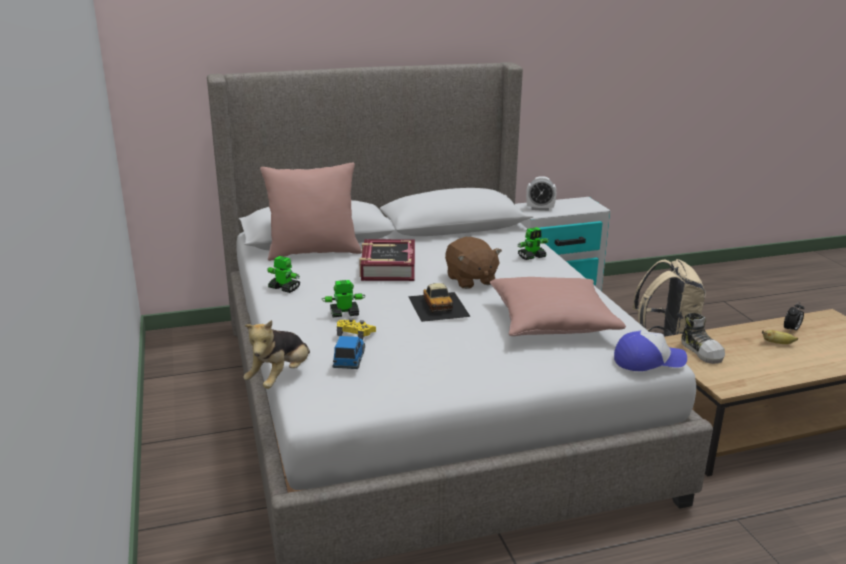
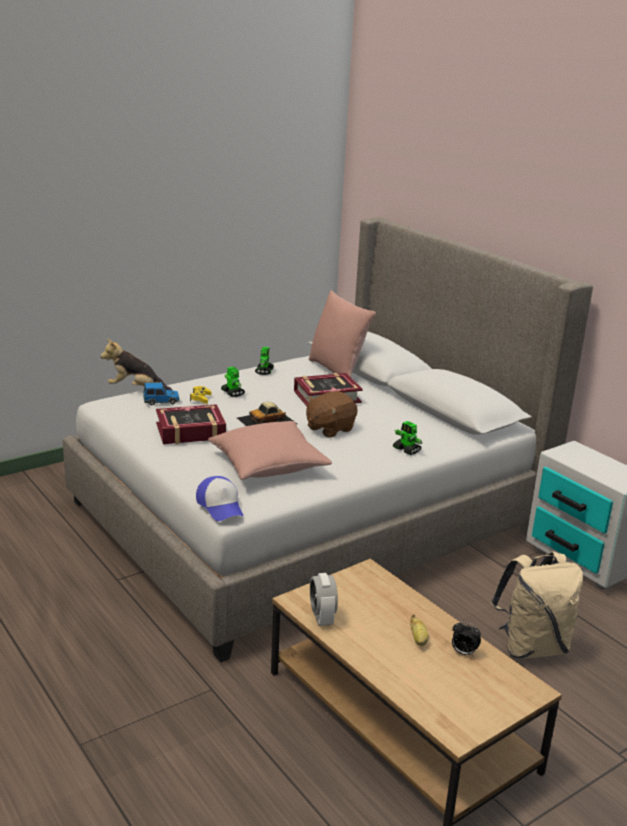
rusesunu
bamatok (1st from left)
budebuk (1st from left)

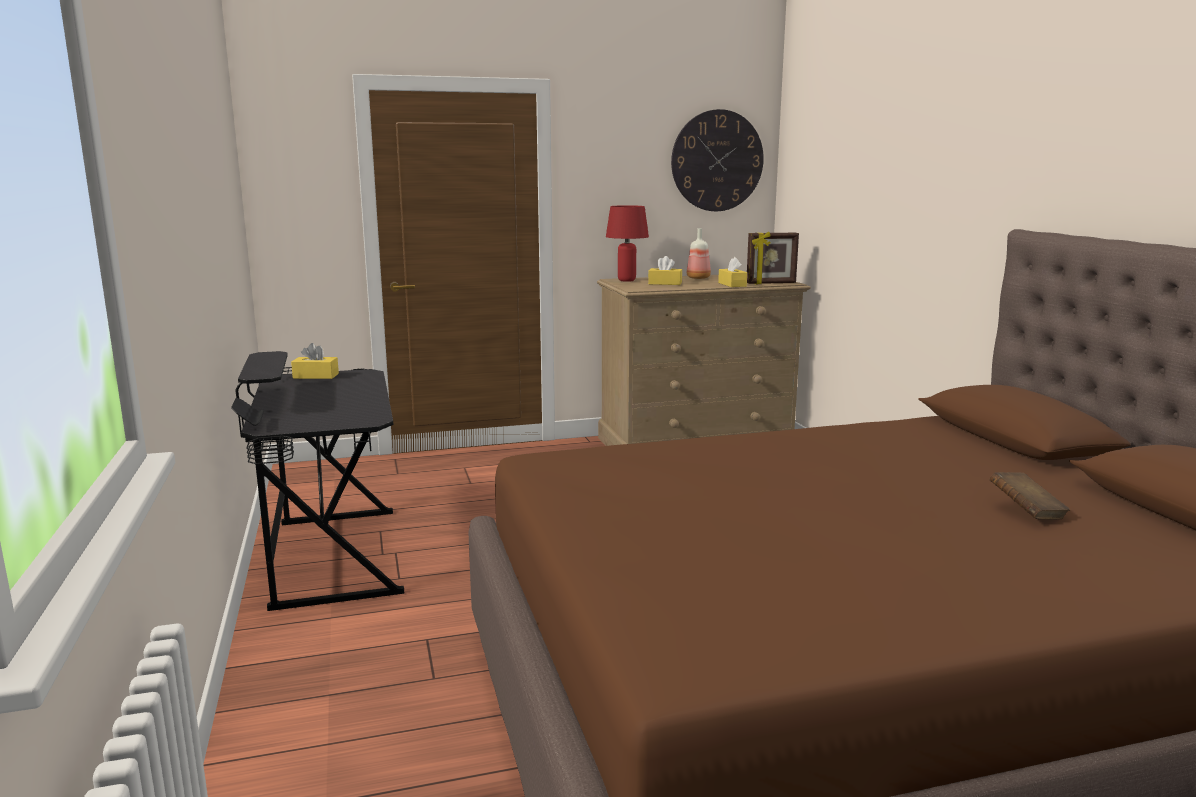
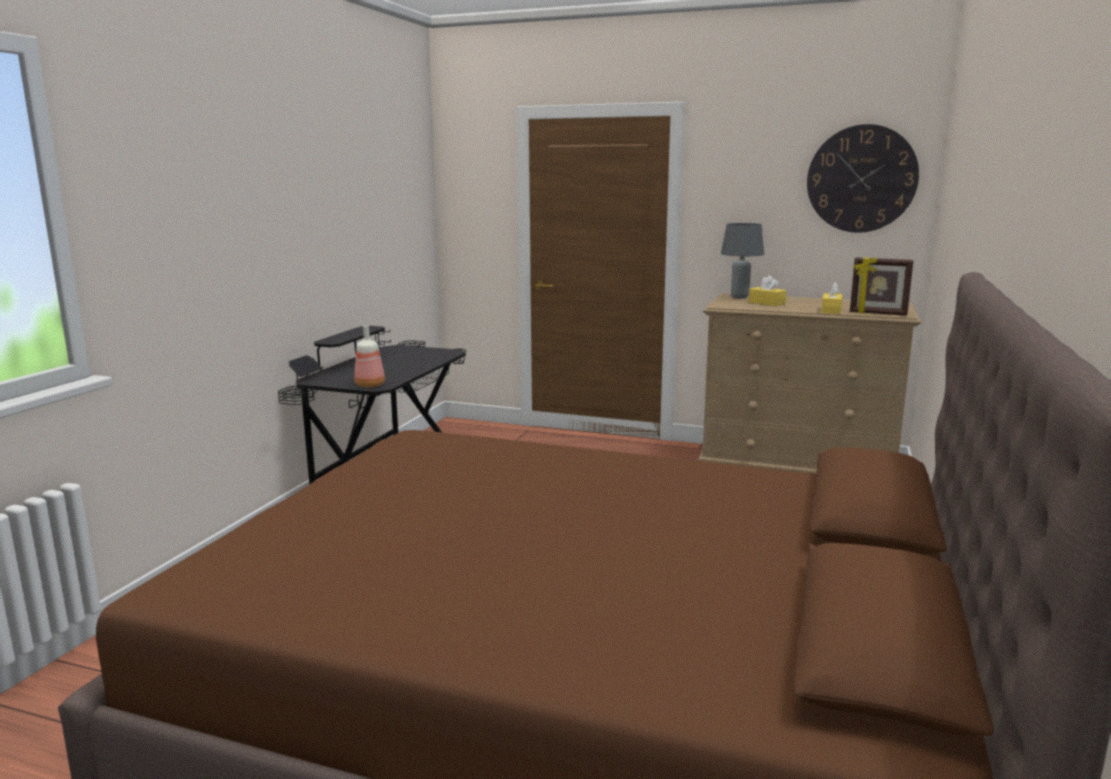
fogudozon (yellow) (1st from left in the first image)
bamatok (brown)
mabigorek
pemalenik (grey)

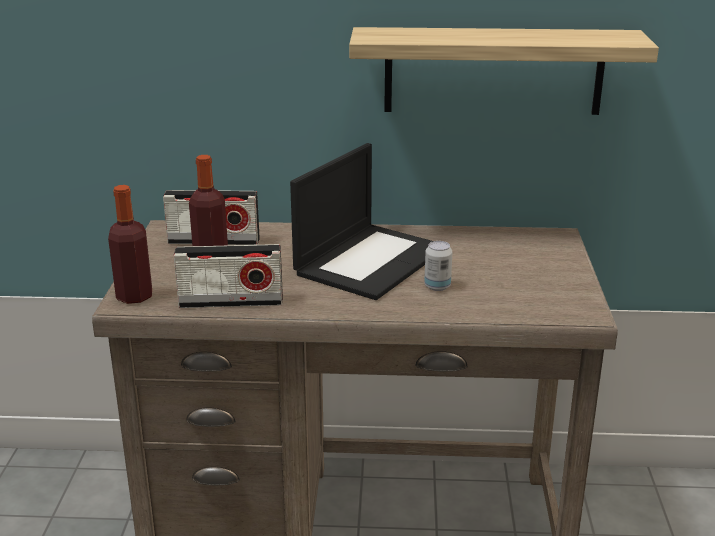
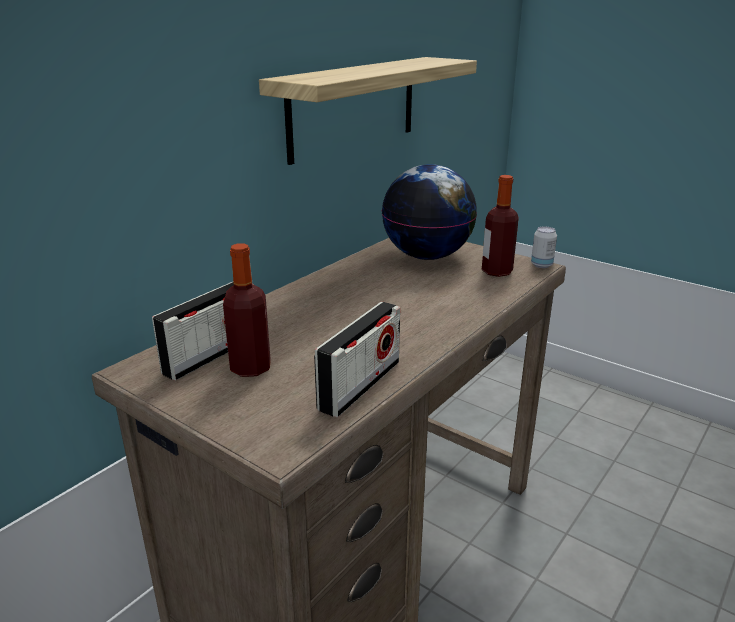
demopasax
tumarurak
mabigorek (2nd from left)
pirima

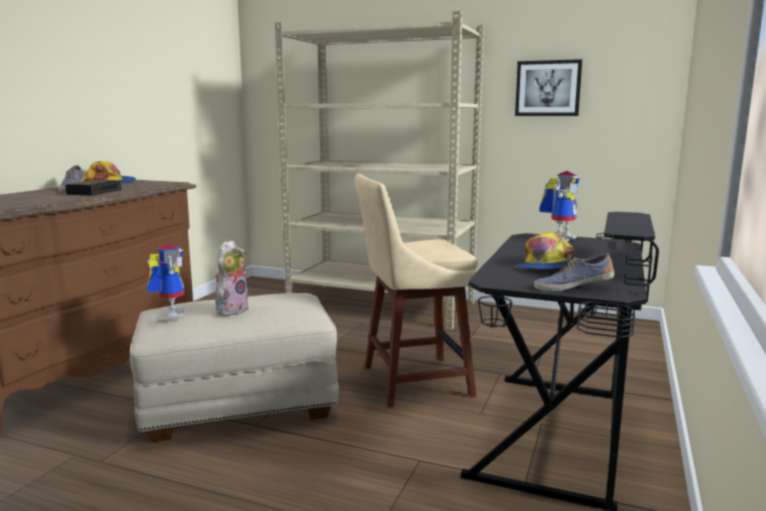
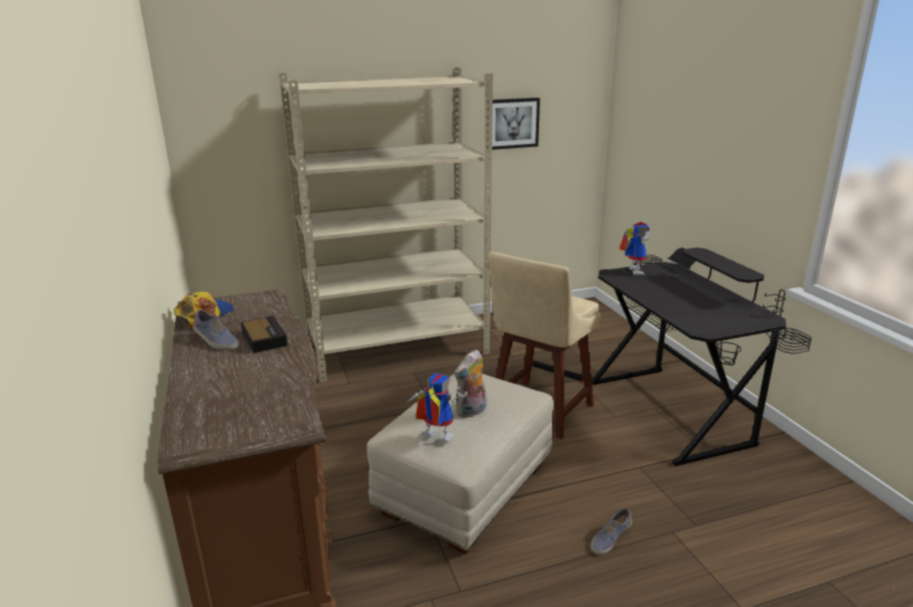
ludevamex (2nd from left in the first image)
rusesunu (2nd from left)
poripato

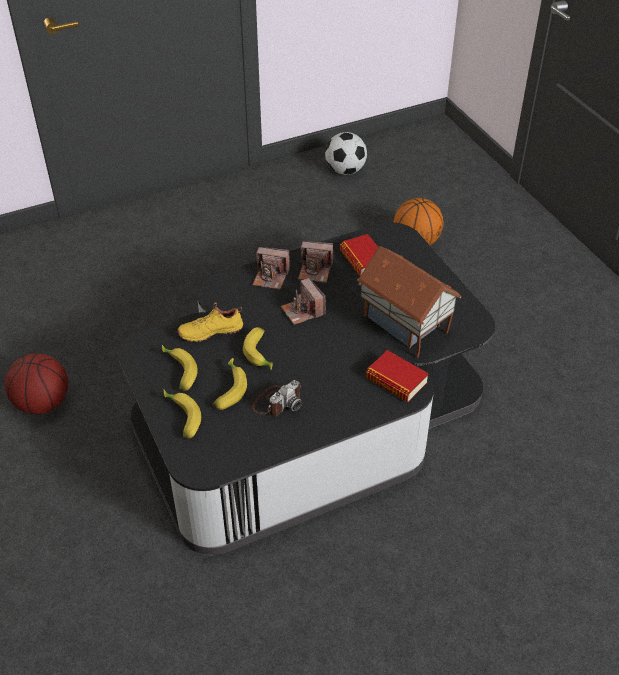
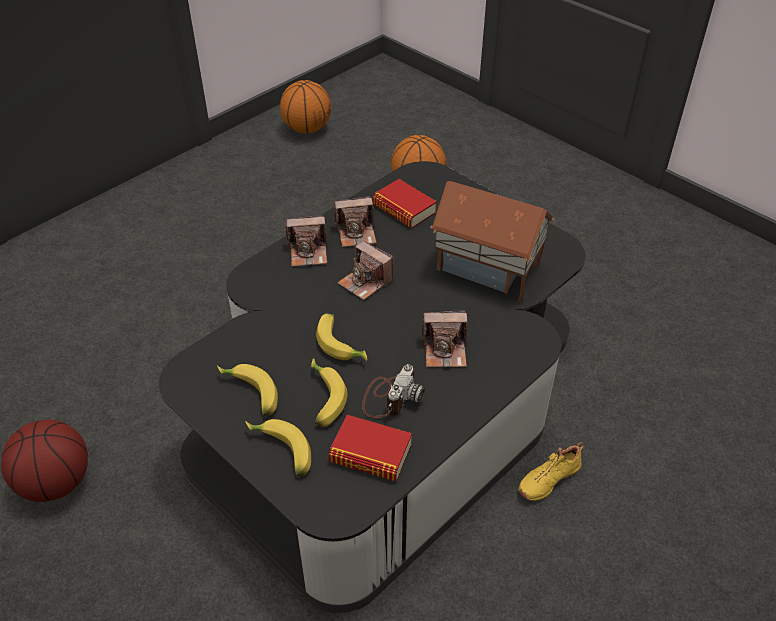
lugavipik (5th from left)
rusesunu (yellow)
bamatok (1st from left)
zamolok (2nd from left)

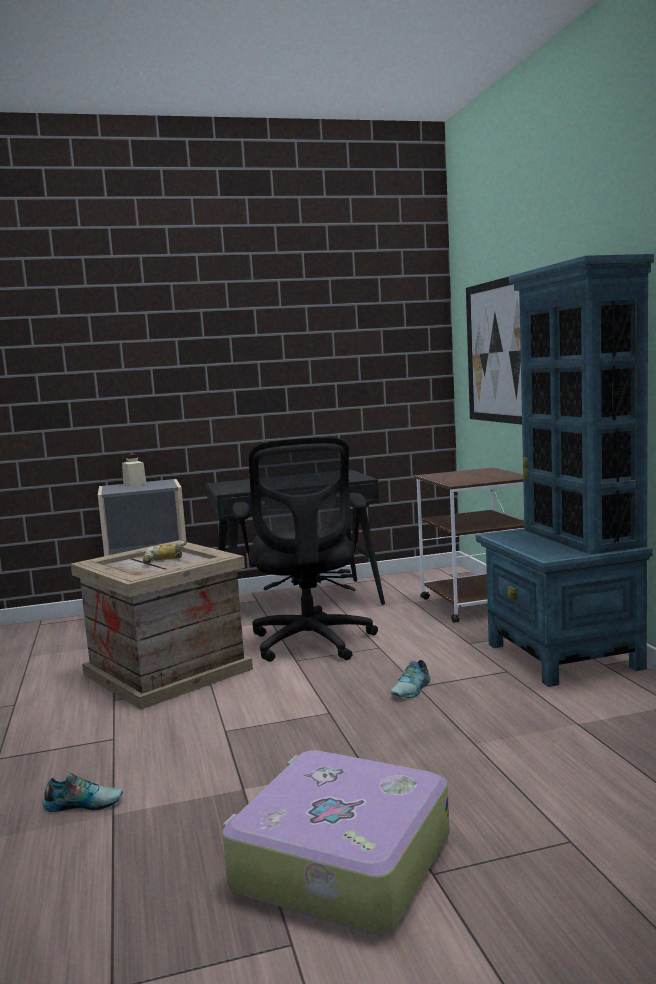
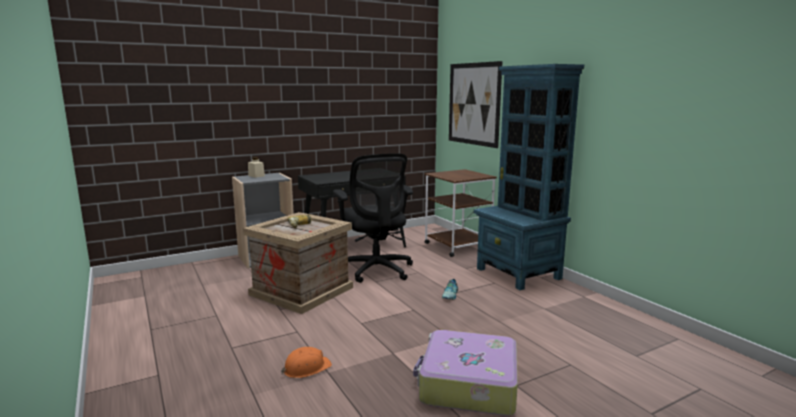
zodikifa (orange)

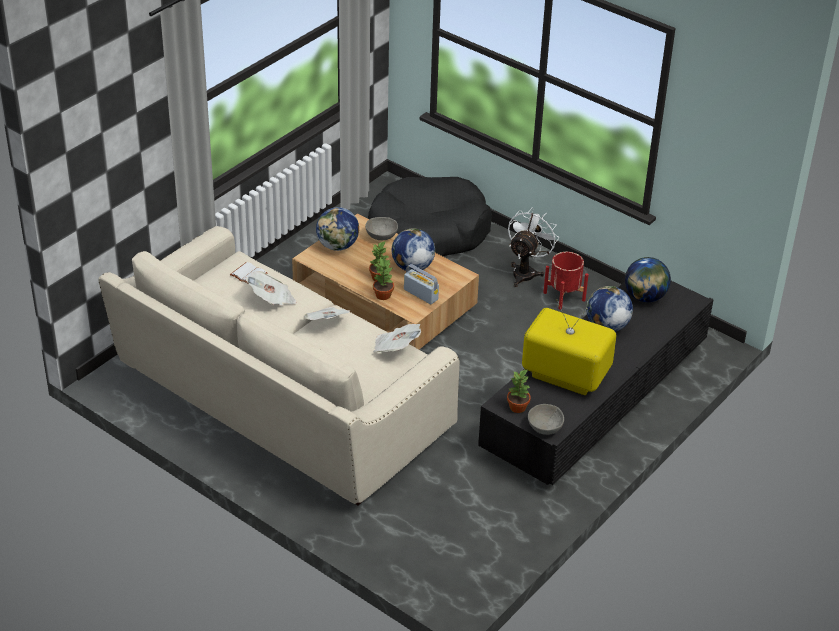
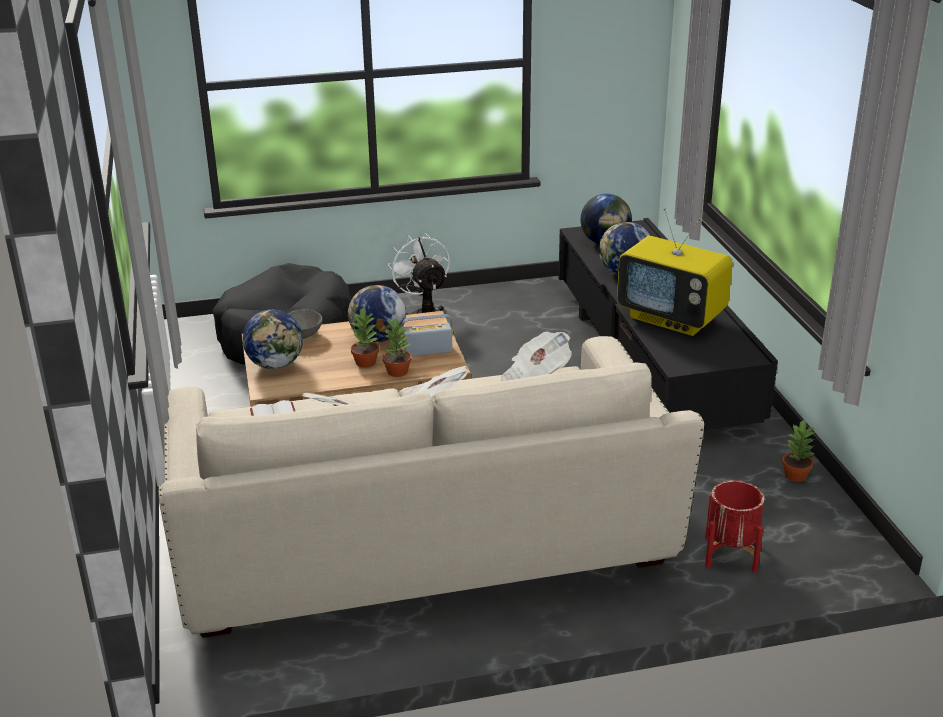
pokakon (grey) (2nd from left in the first image)
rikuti (3rd from left)
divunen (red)
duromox

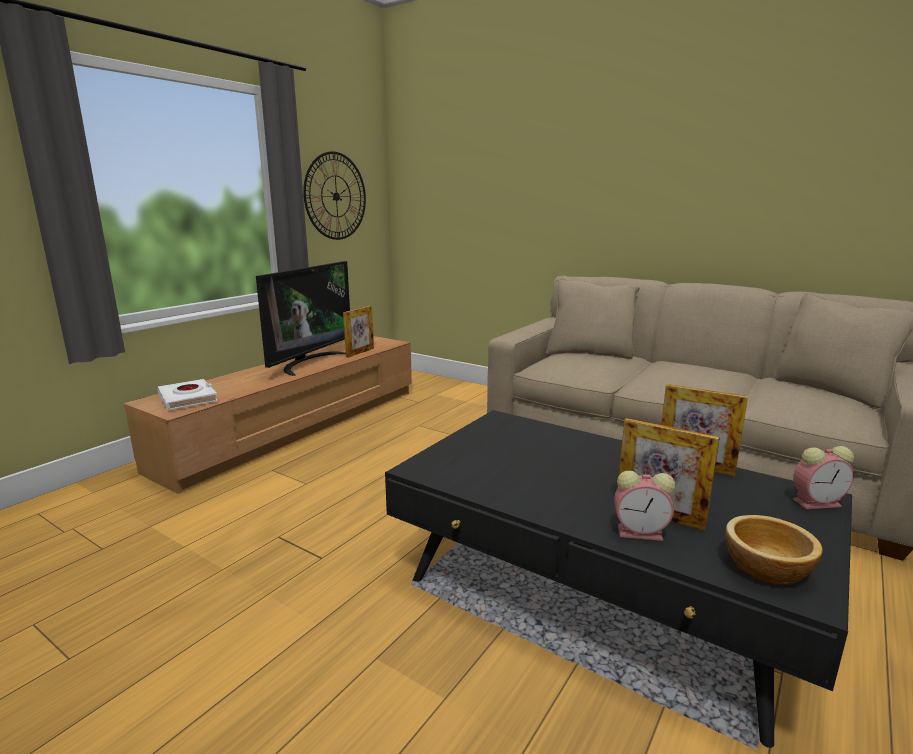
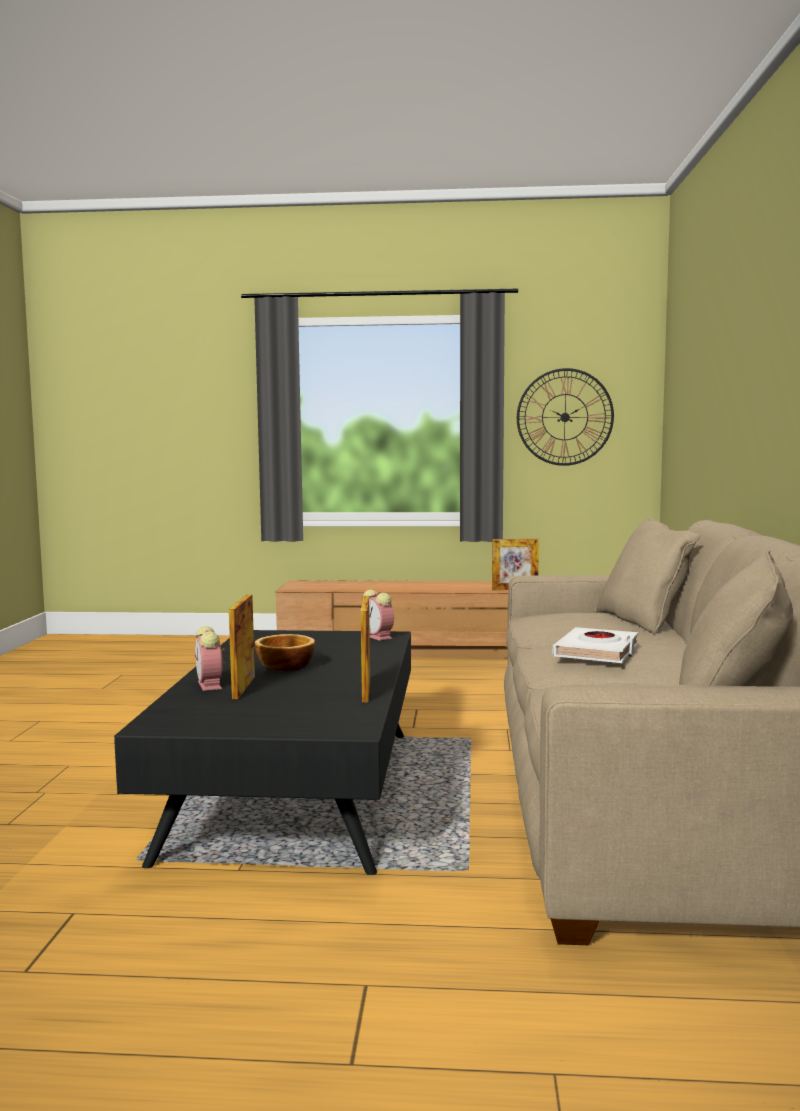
duromox
bamatok (white)
pokakon
budebuk (2nd from left)

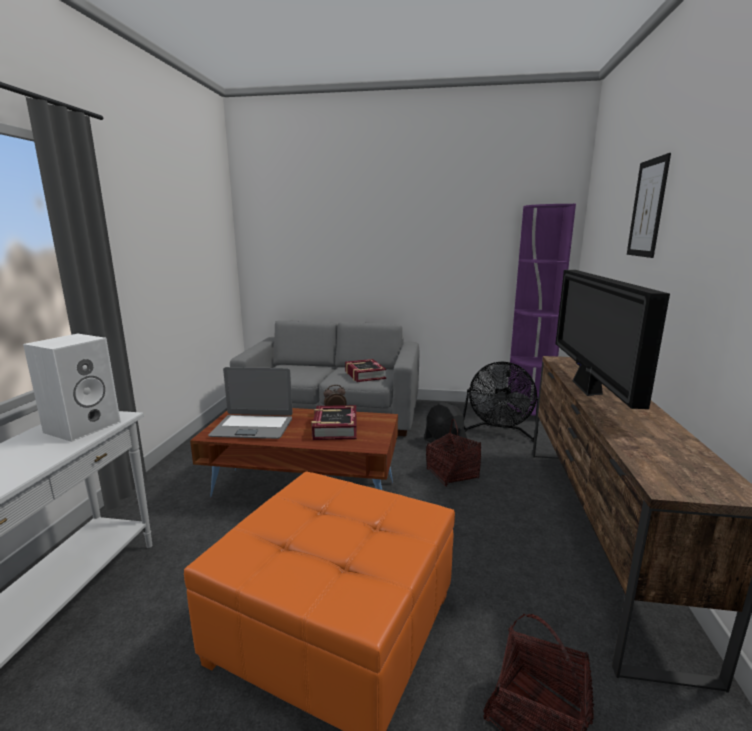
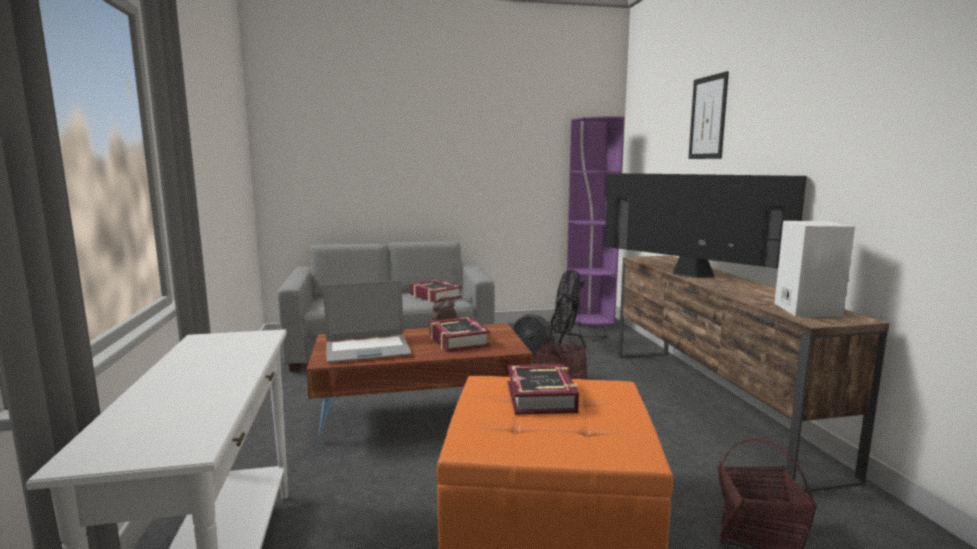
bamatok (3rd from left)
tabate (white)
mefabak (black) (2nd from left)
duromox

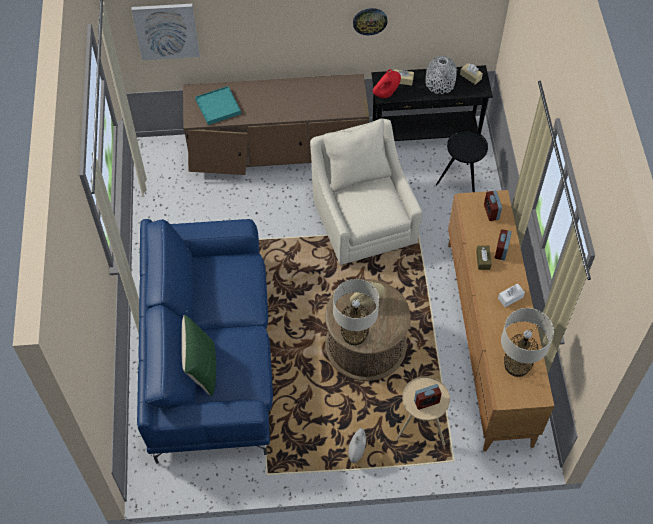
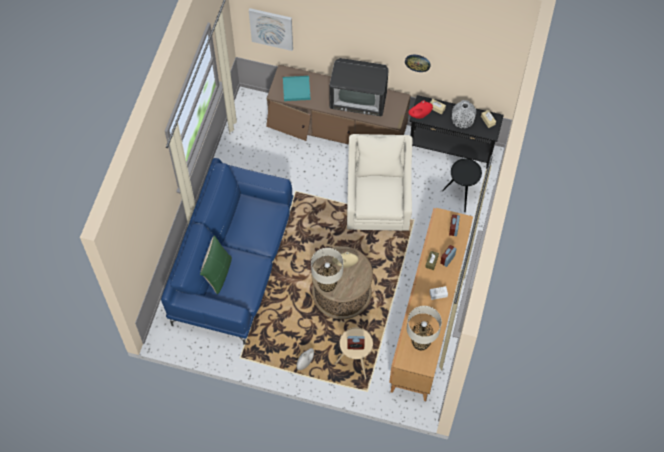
duromox

